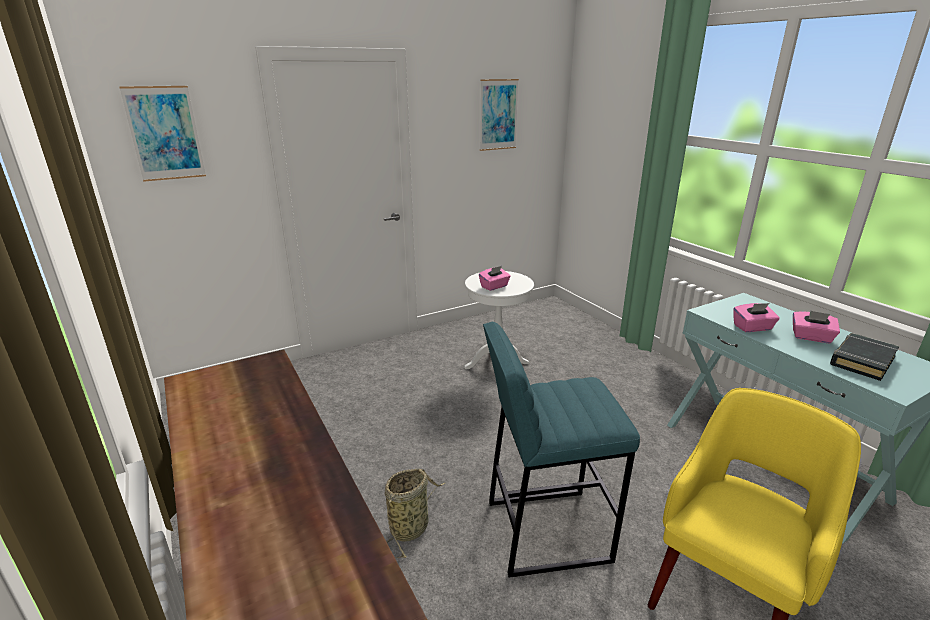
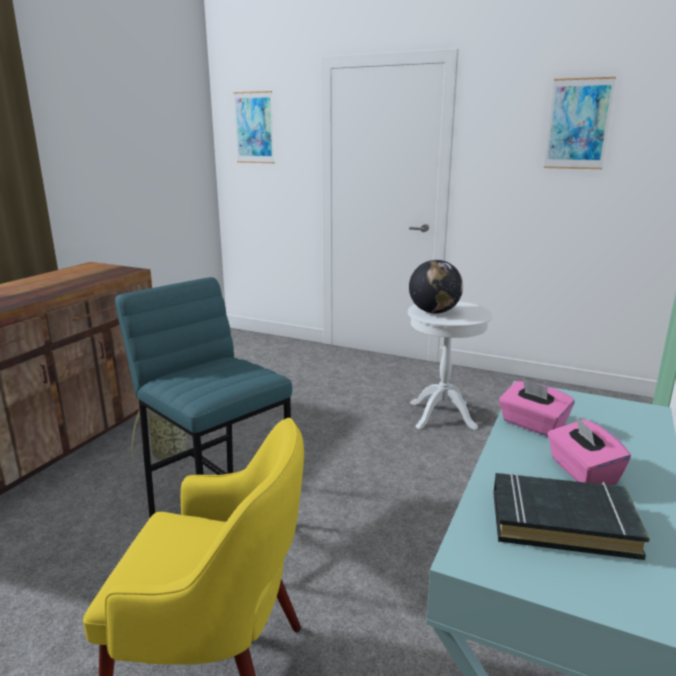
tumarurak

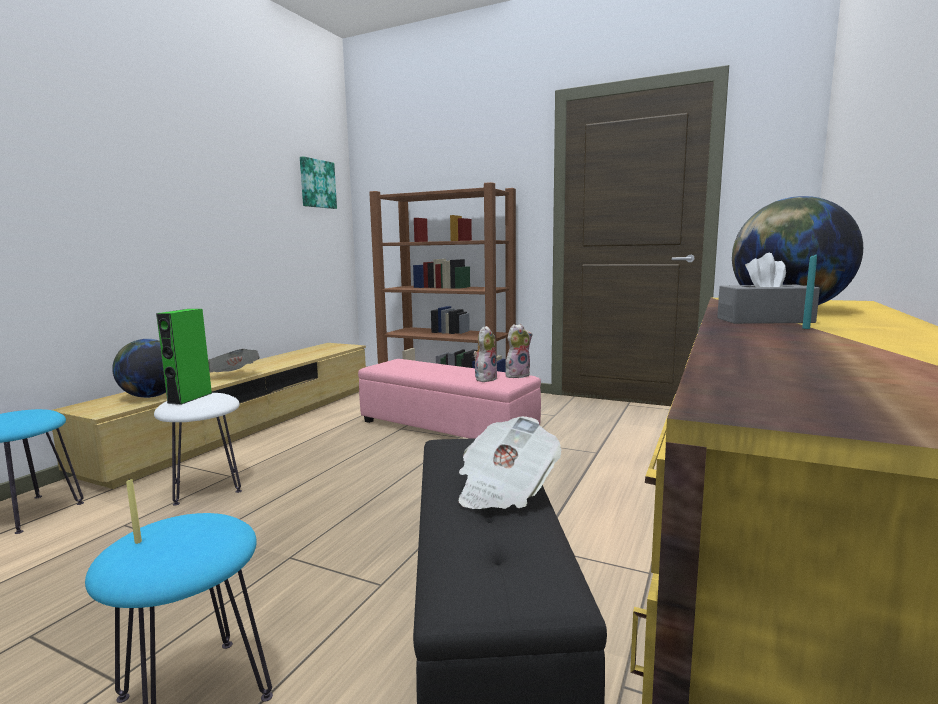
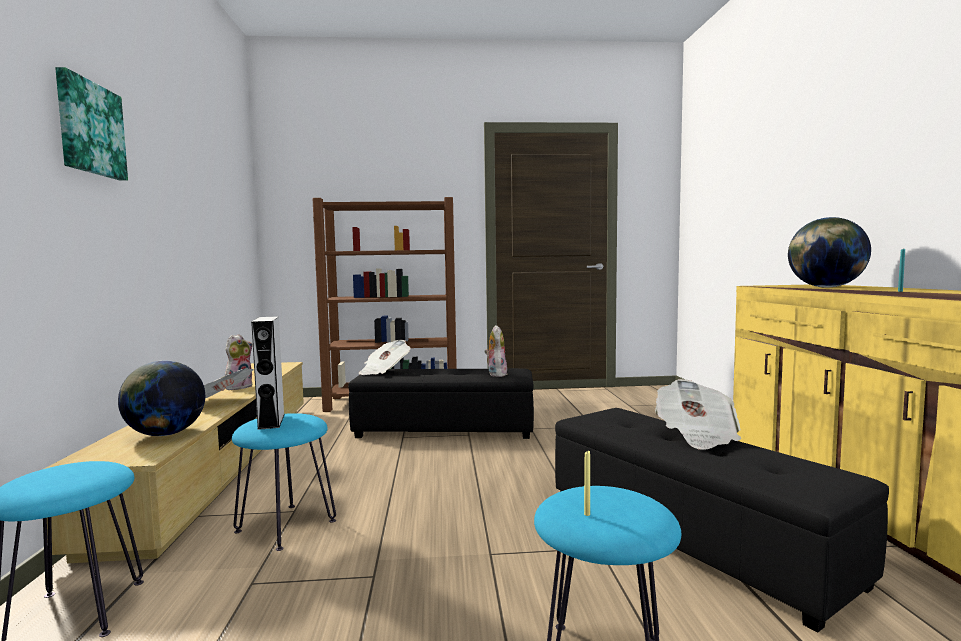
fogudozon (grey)
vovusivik (2nd from left)
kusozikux
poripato (1st from left)
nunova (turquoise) (2nd from left)
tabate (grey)
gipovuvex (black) (1st from left)

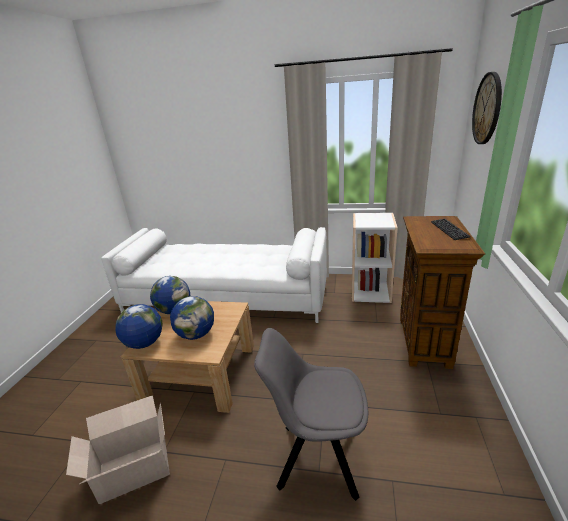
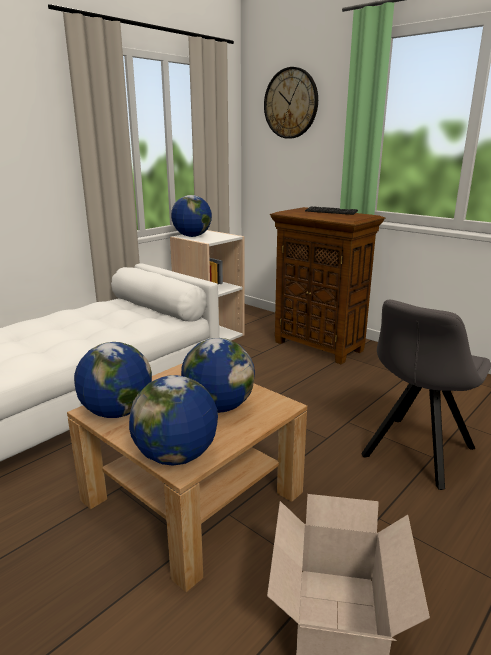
tumarurak (3rd from left)

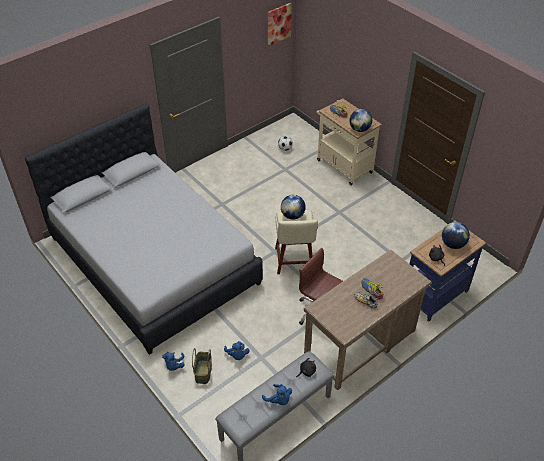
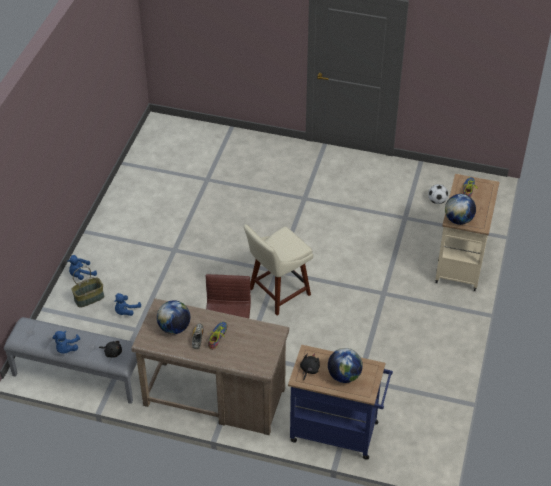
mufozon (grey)
kusozikux
tumarurak (1st from left)

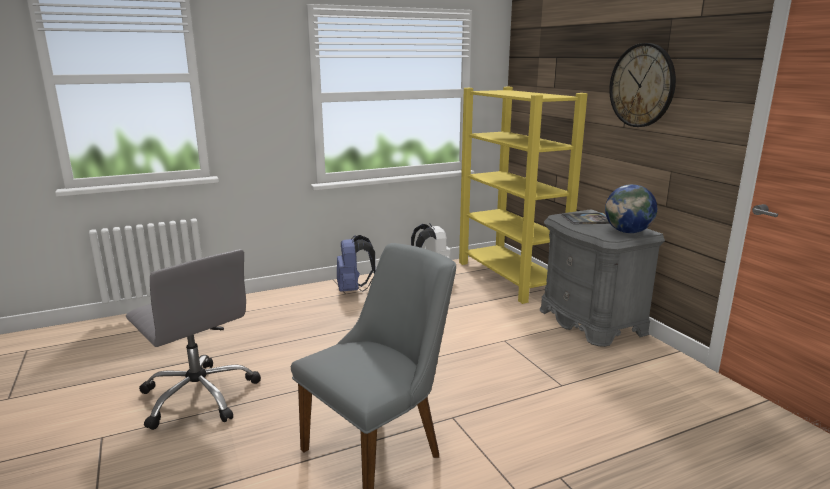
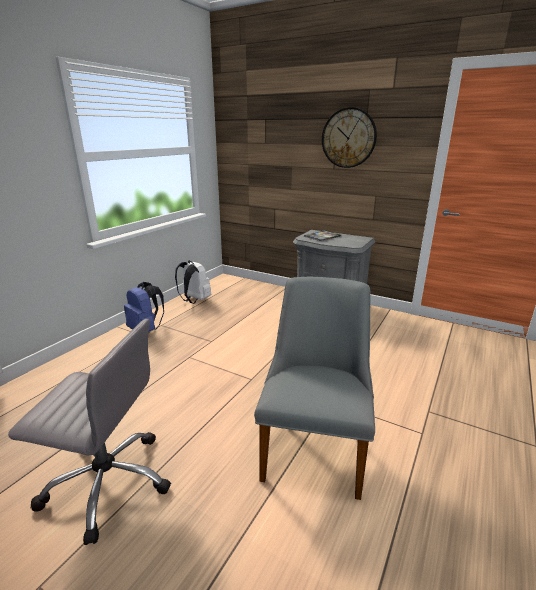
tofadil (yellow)
tumarurak

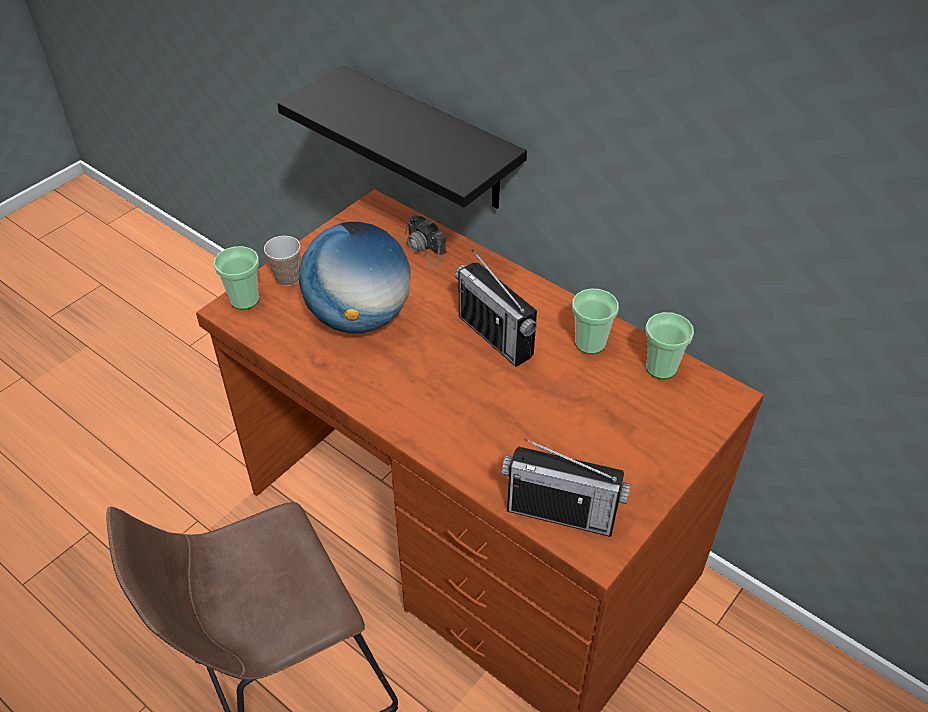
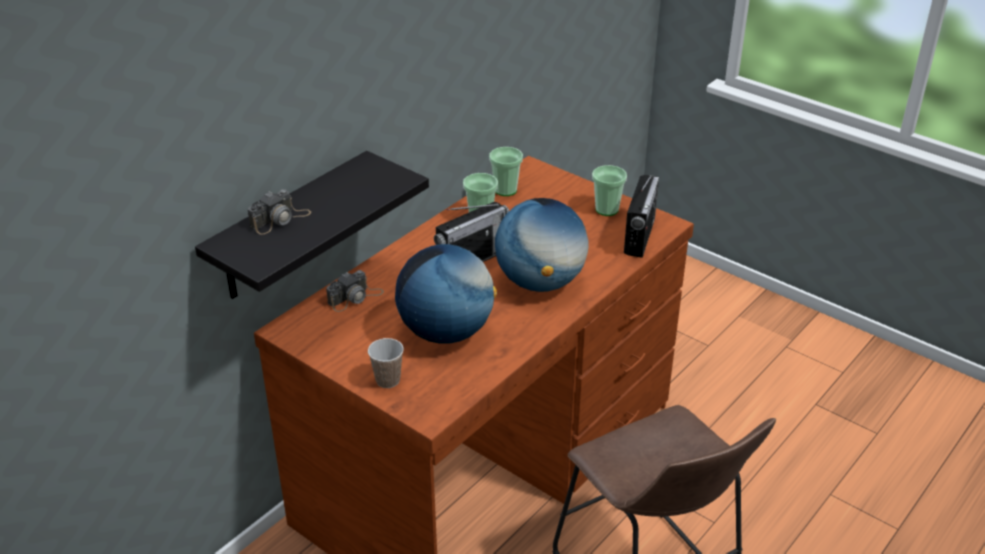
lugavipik (1st from left)
tumarurak (2nd from left)
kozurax (4th from left)

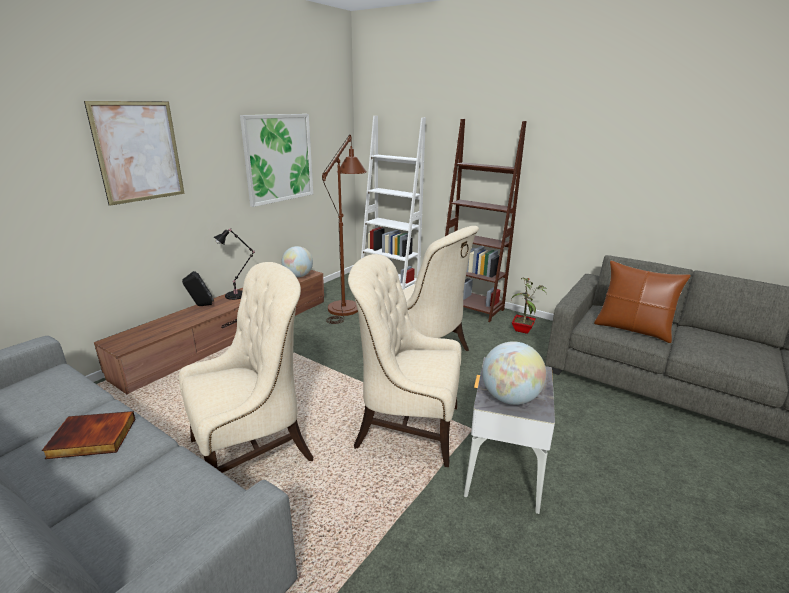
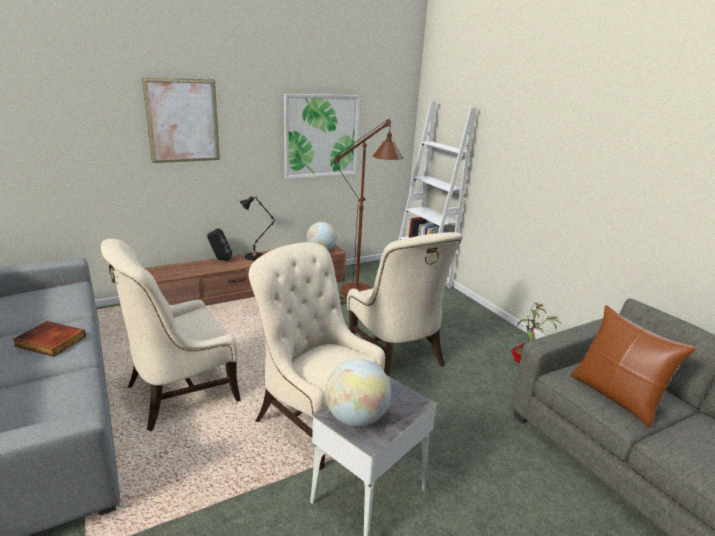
tofadil (brown)
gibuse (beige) (1st from left)

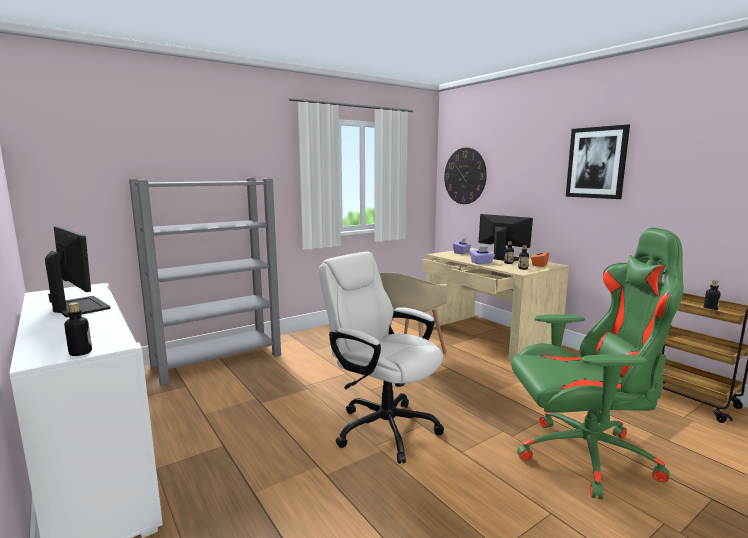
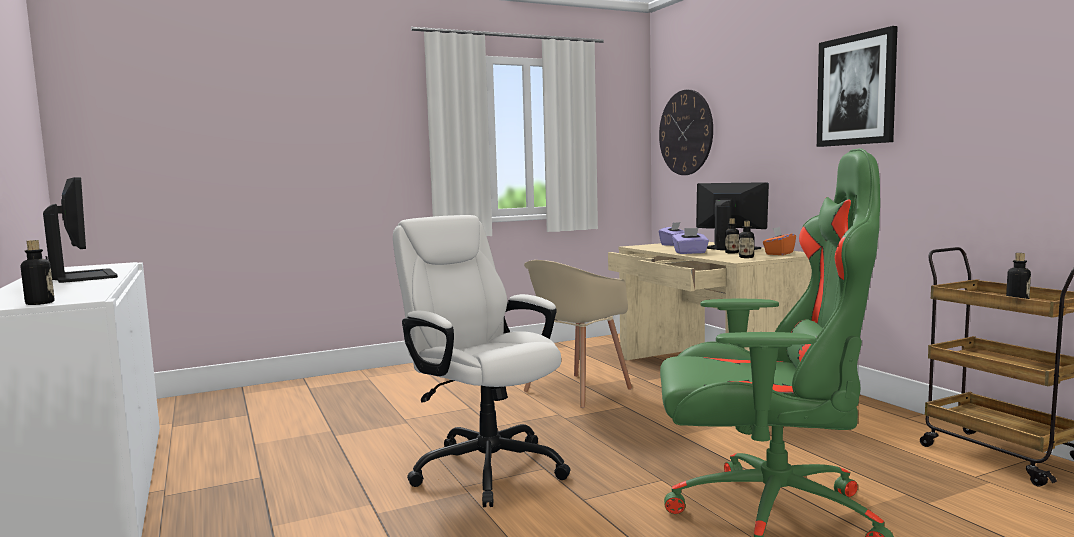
tofadil (grey)

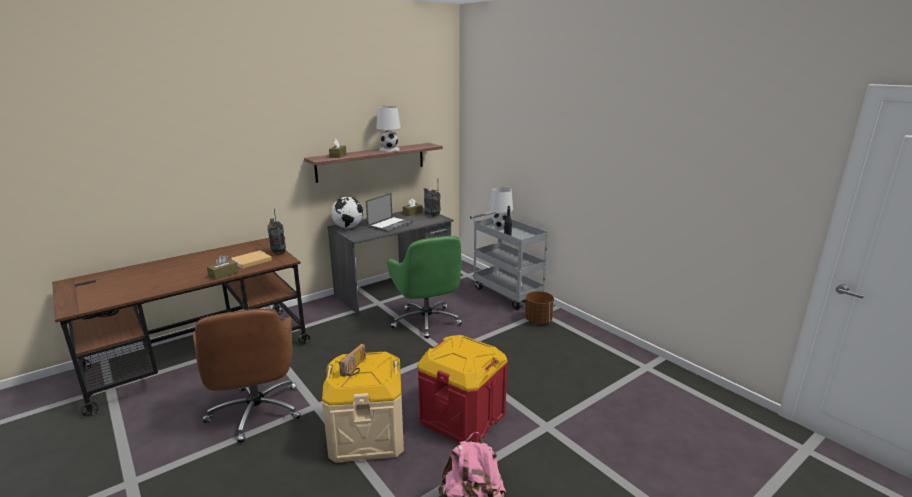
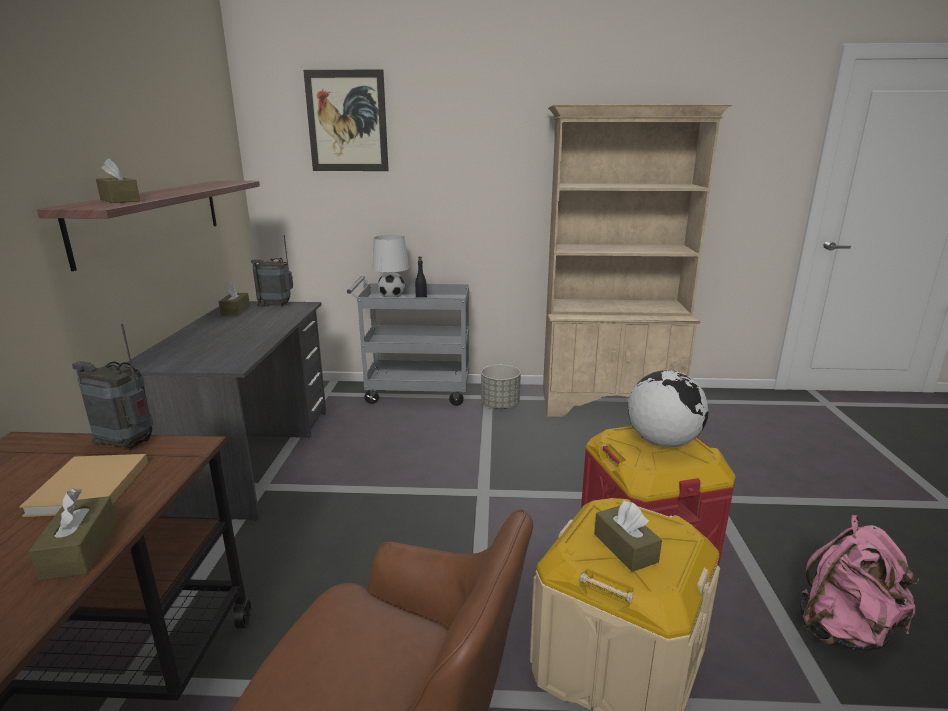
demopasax
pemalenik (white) (1st from left in the first image)
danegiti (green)
kusozikux
tofadil (beige)
tumarurak
fogudozon (brown) (4th from left)
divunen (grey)

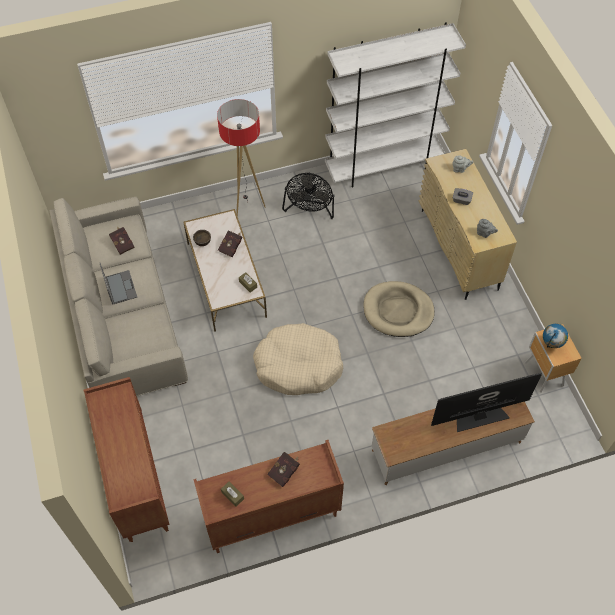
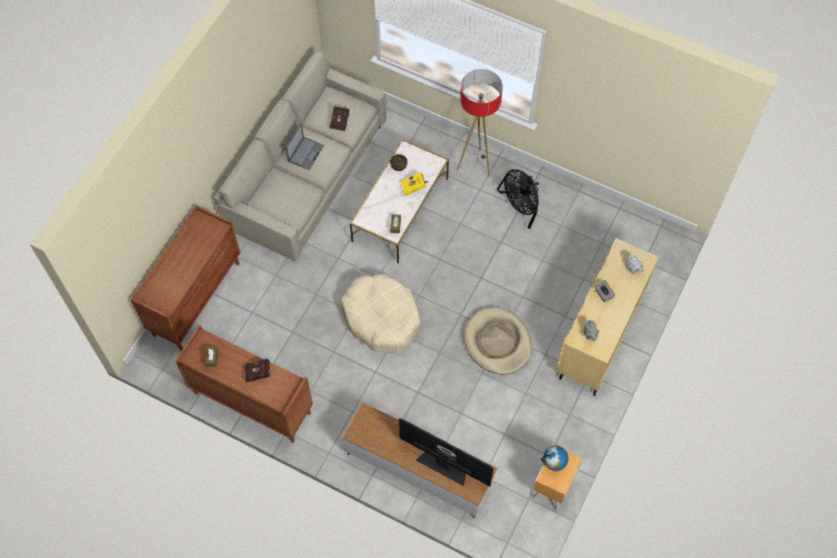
tofadil (white)
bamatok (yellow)

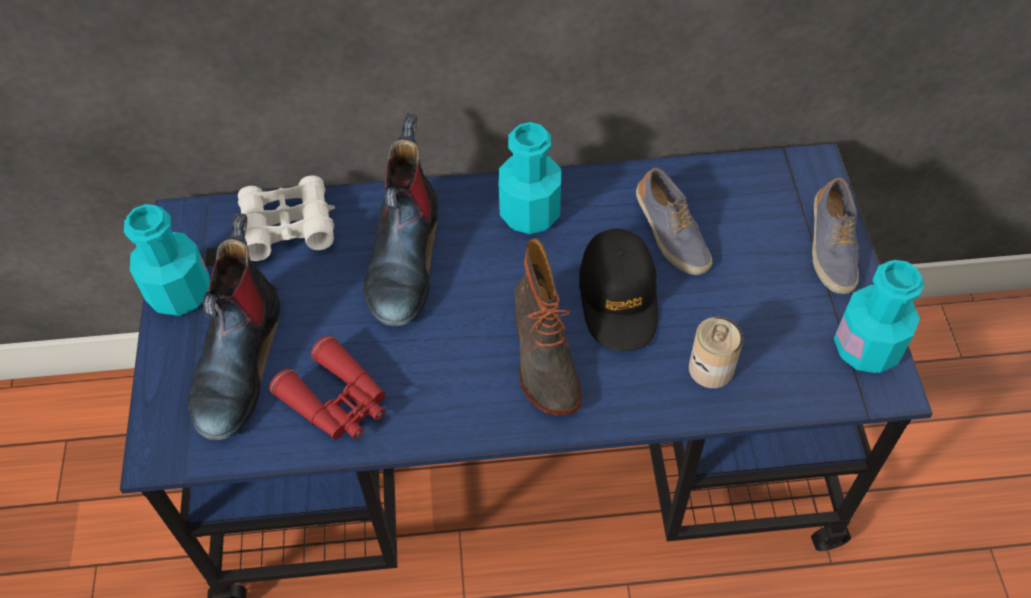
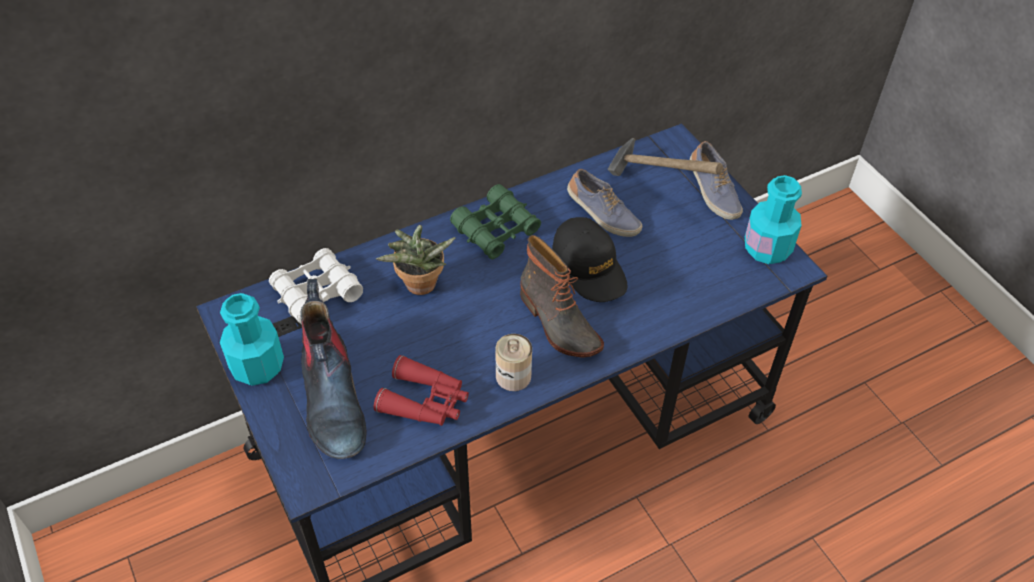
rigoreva
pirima
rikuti
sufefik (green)

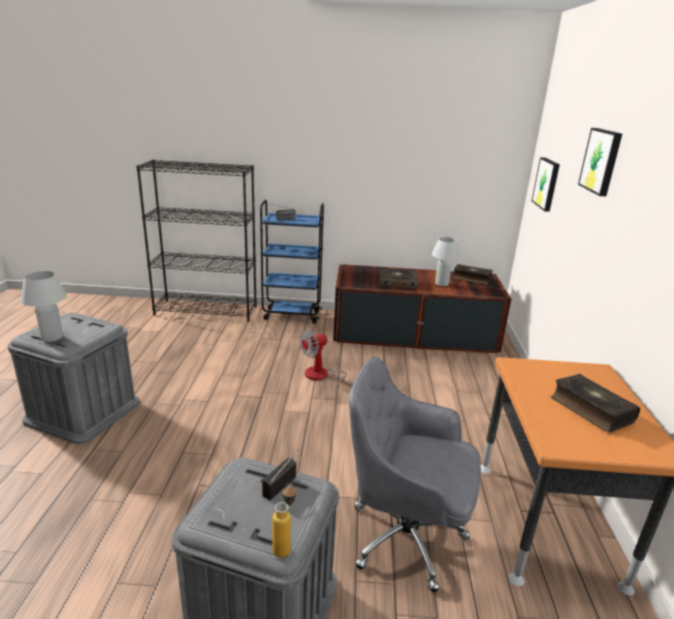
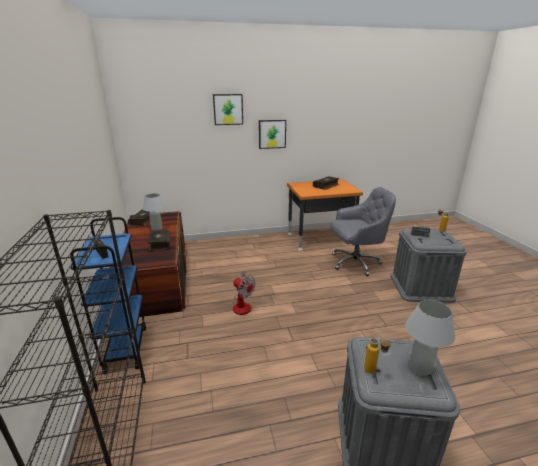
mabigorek (1st from left)
kusozikux (2nd from left)
danegiti (grey)

